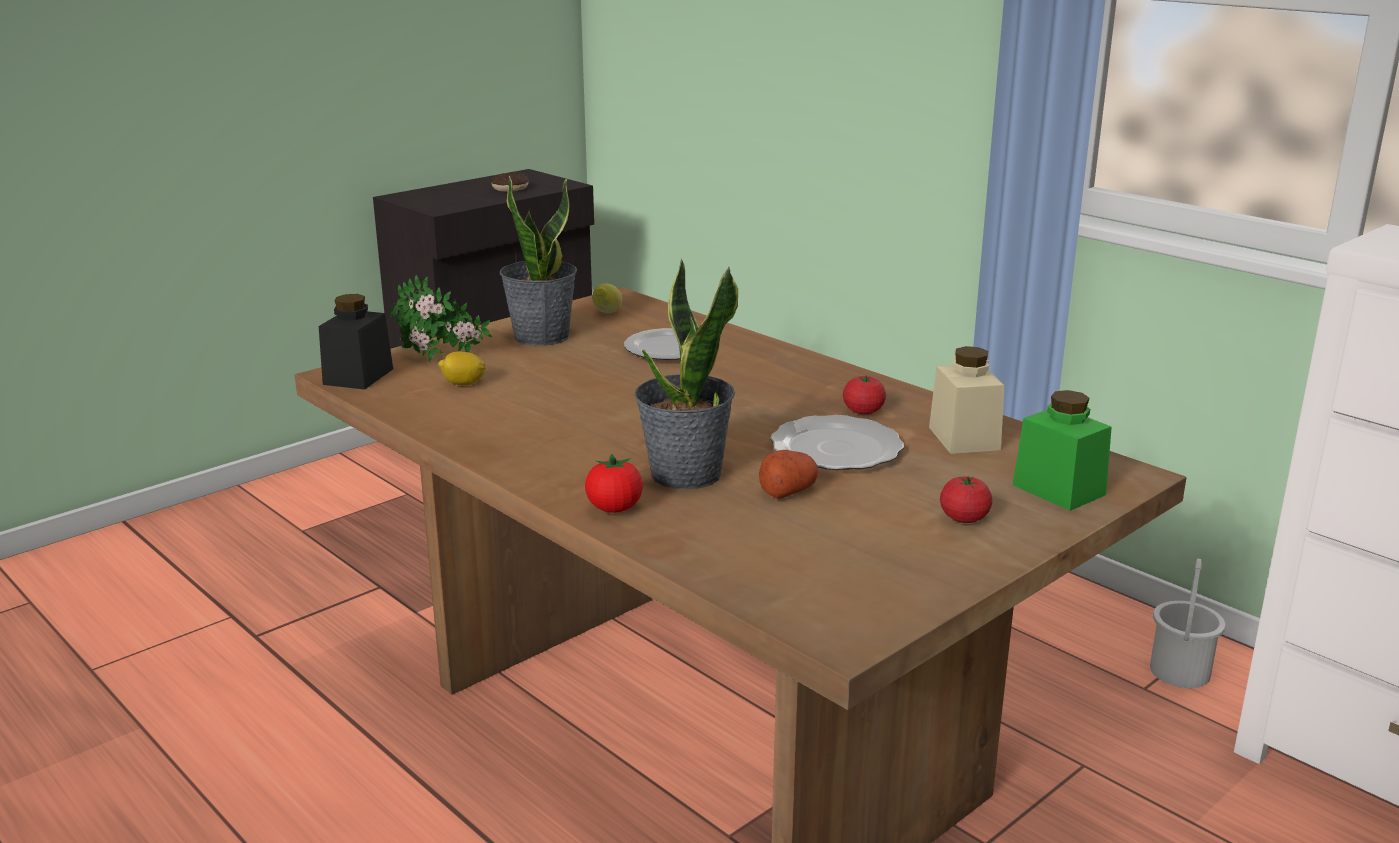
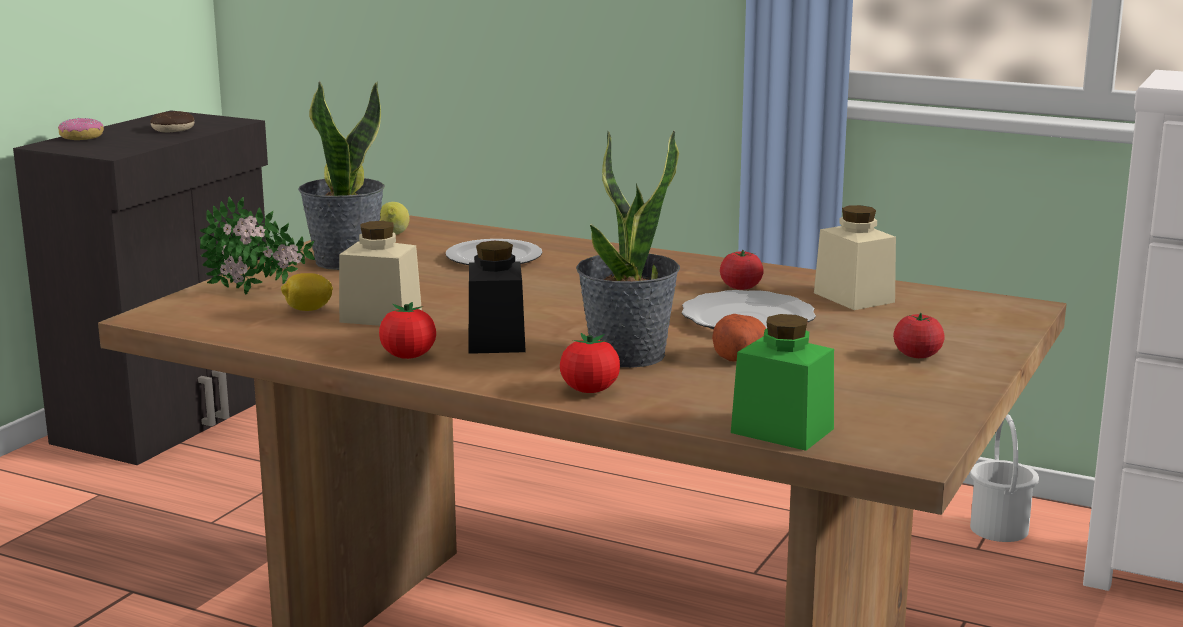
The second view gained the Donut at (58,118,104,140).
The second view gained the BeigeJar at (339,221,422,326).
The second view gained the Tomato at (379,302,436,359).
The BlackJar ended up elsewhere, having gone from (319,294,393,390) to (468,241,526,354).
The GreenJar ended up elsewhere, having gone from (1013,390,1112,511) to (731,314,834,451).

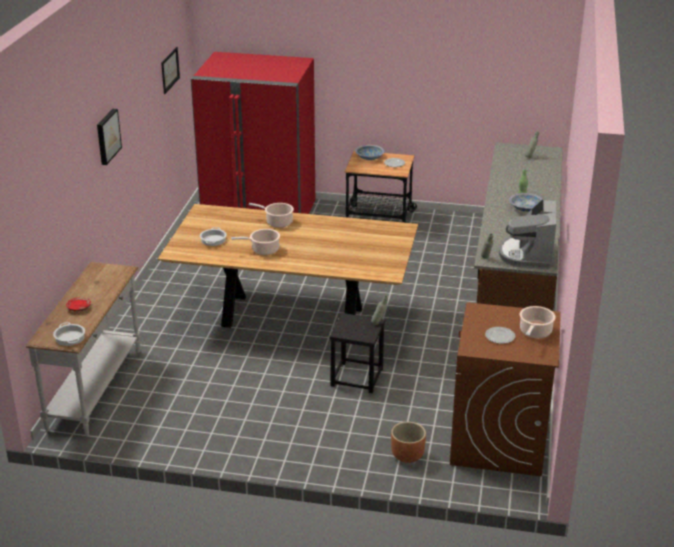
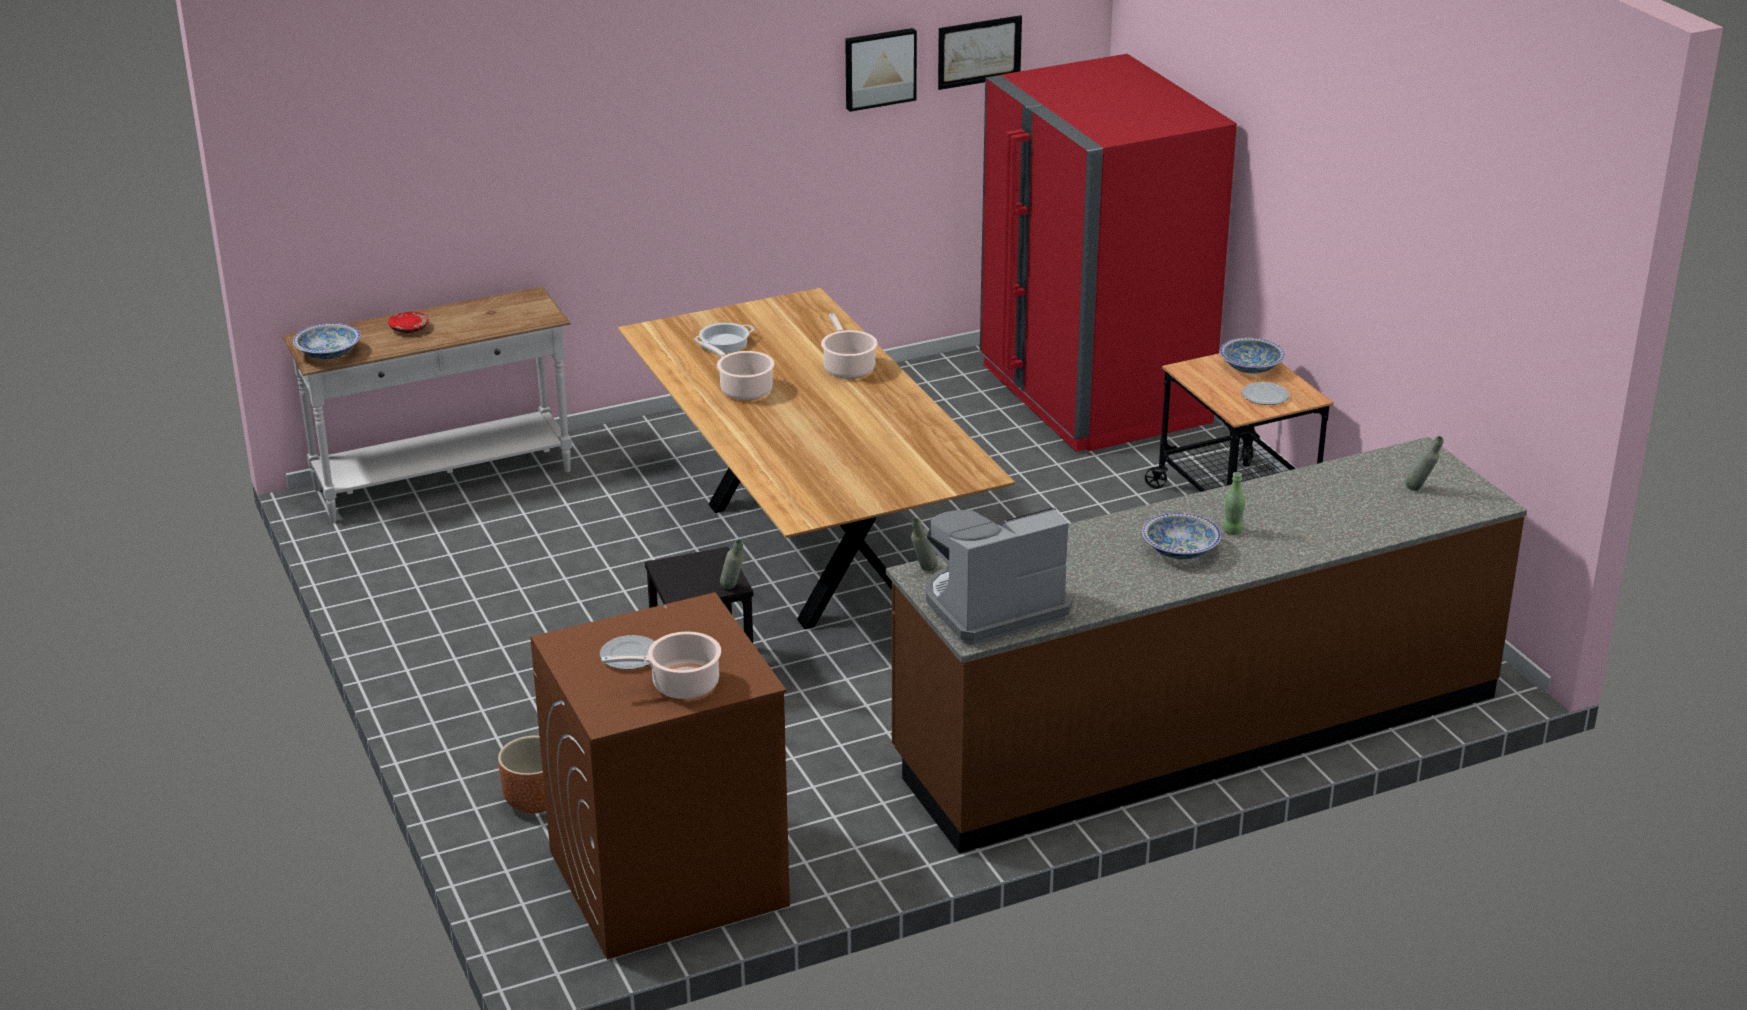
The Picture ended up elsewhere, having gone from (97,108,122,165) to (845,28,917,112).
Where the CookingPot stood at (53,322,85,346), the Bowl came to stand at (293,323,361,359).

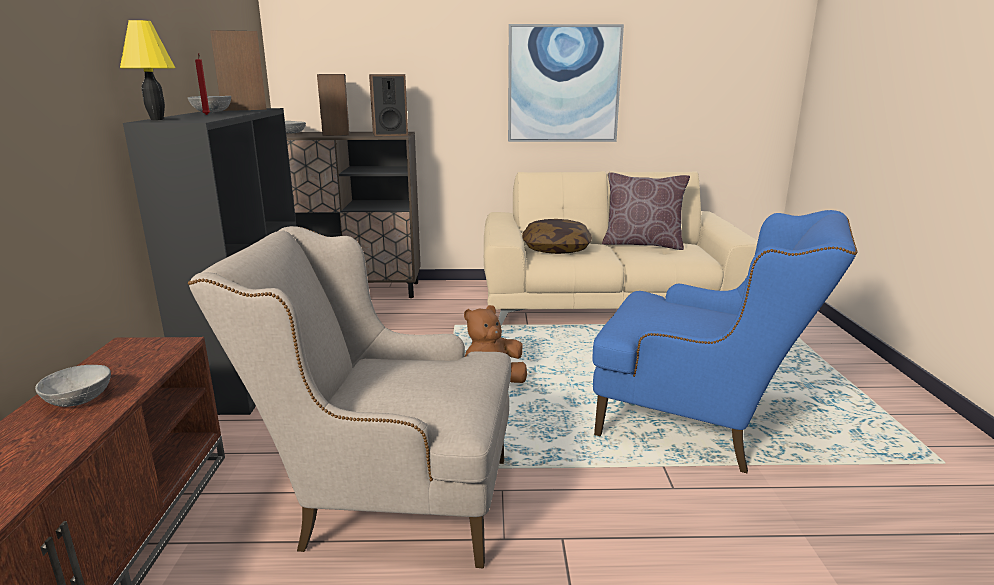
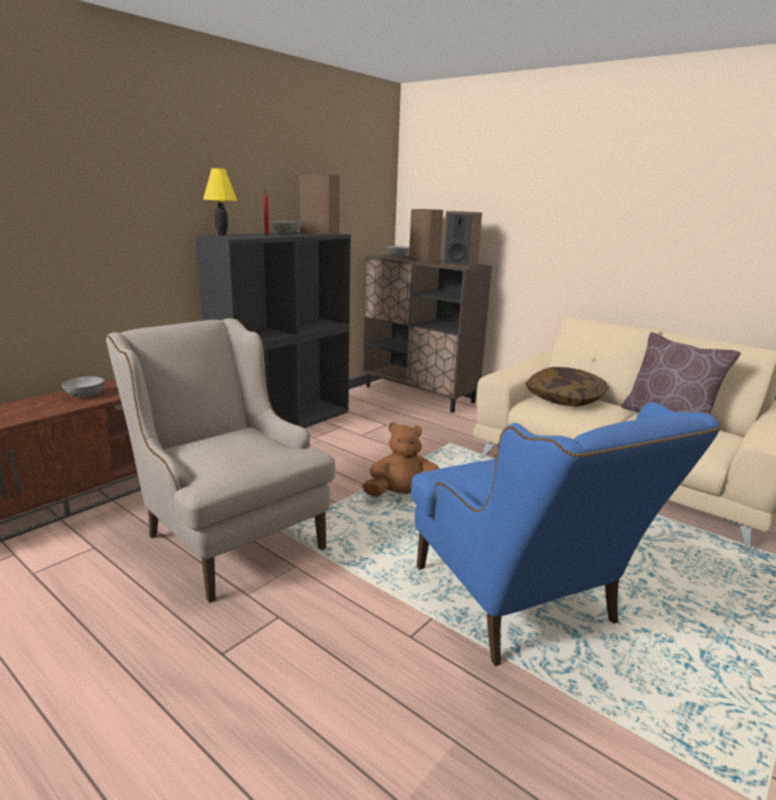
The second view lost the Picture at (508,24,624,142).

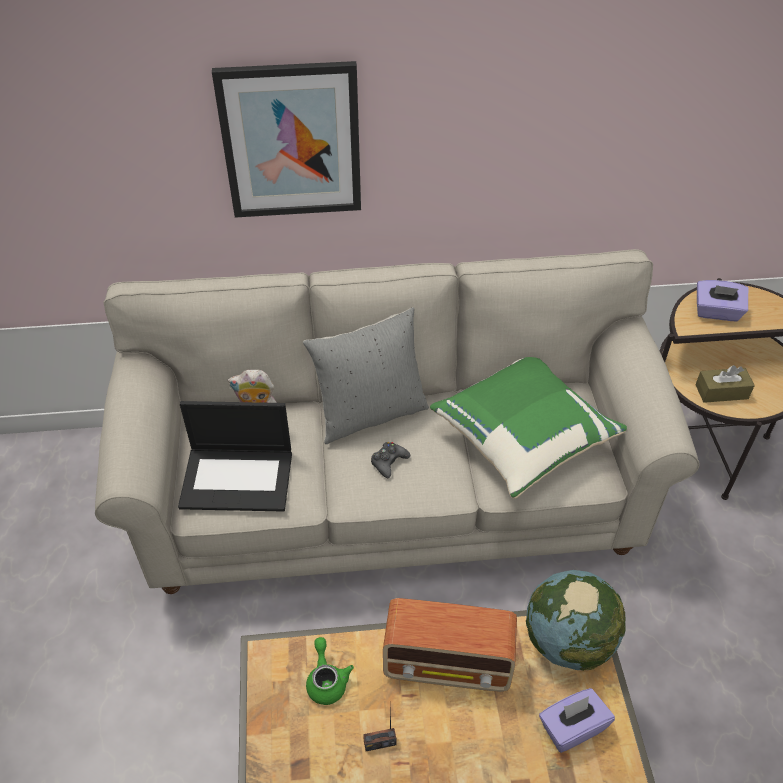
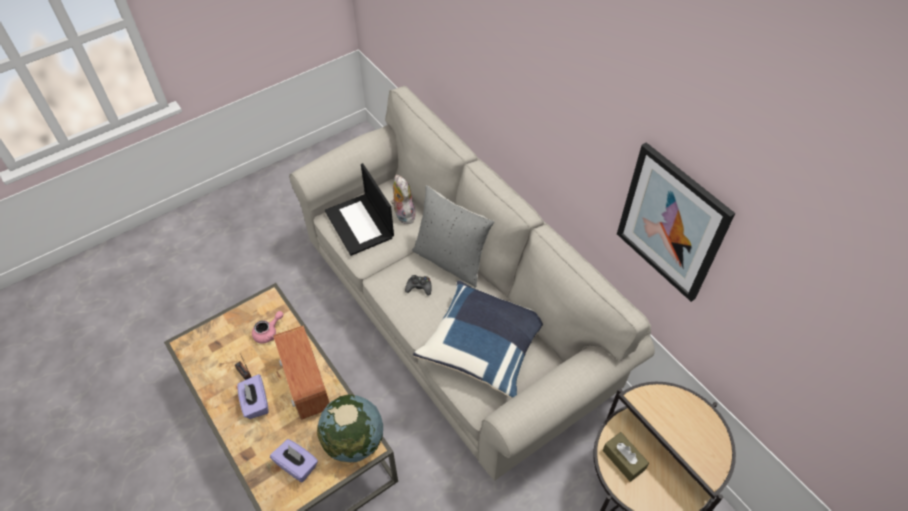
The Picture ended up elsewhere, having gone from (212,61,361,218) to (617,142,735,302).
The PurpleTissueBox ended up elsewhere, having gone from (697,280,748,321) to (238,374,269,419).
What was the GreenTeapot at (306,637,354,705) turned into the PinkTeapot at (252,311,283,343).
What was the GreenPillow at (430,357,627,499) turned into the BluePillow at (413,281,543,398).

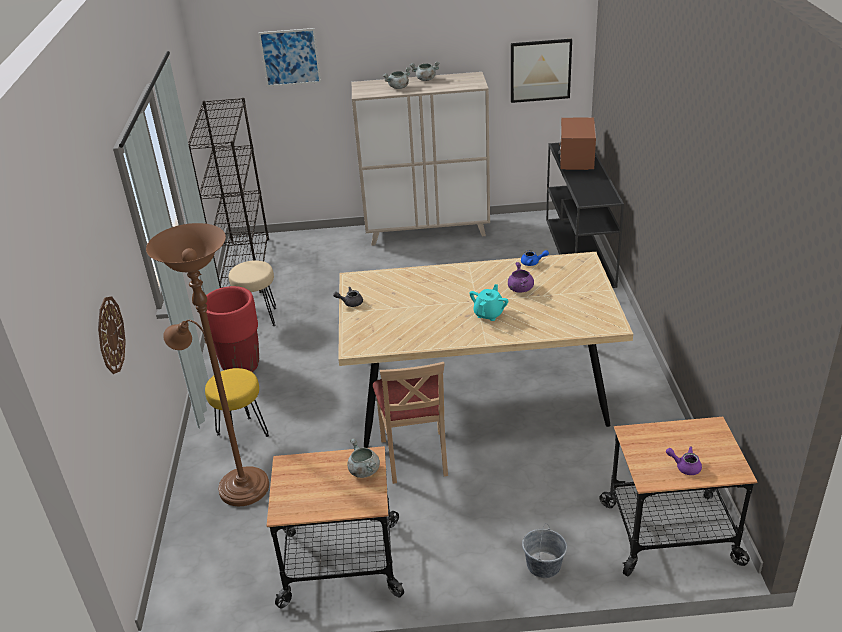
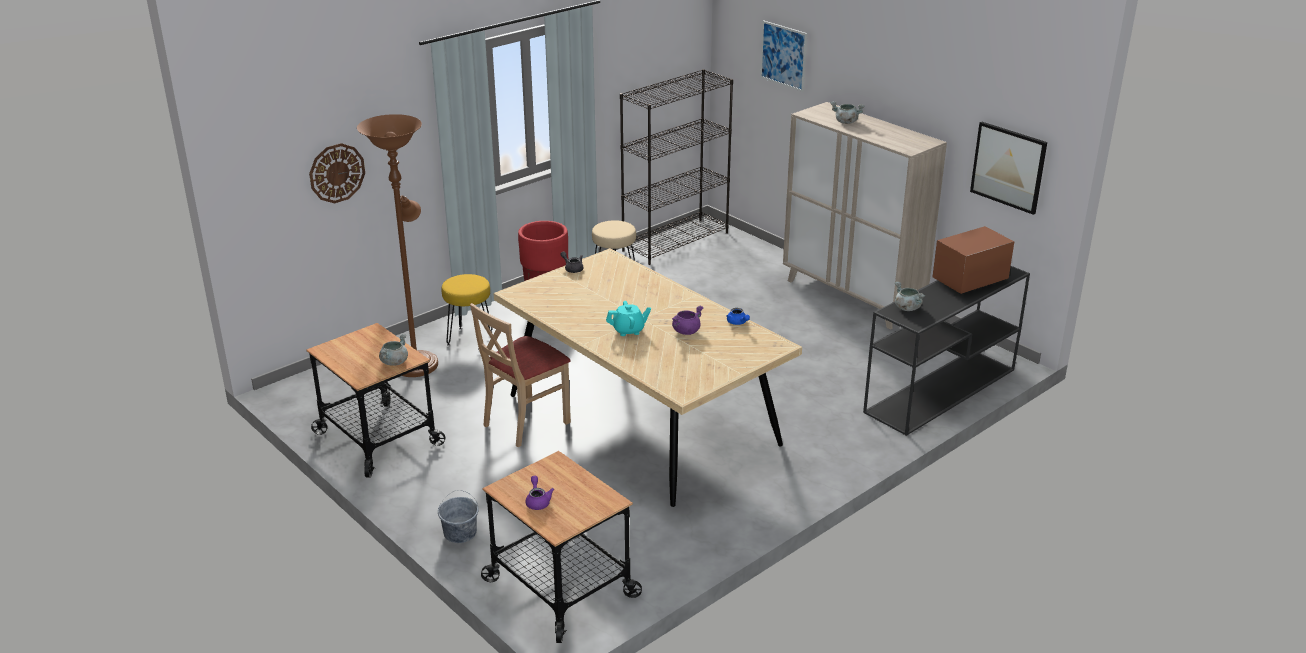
The GreyCookingPot ended up elsewhere, having gone from (410,61,440,81) to (895,282,926,311).

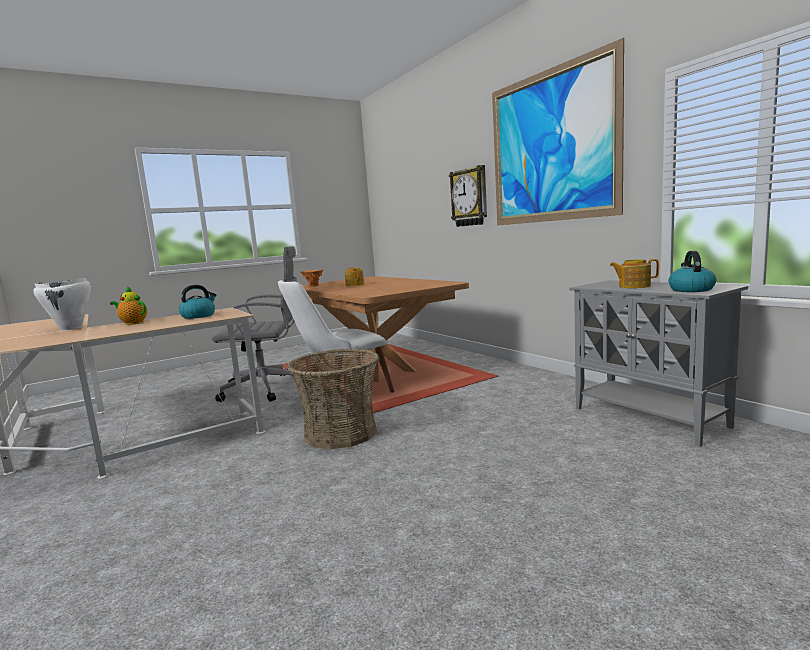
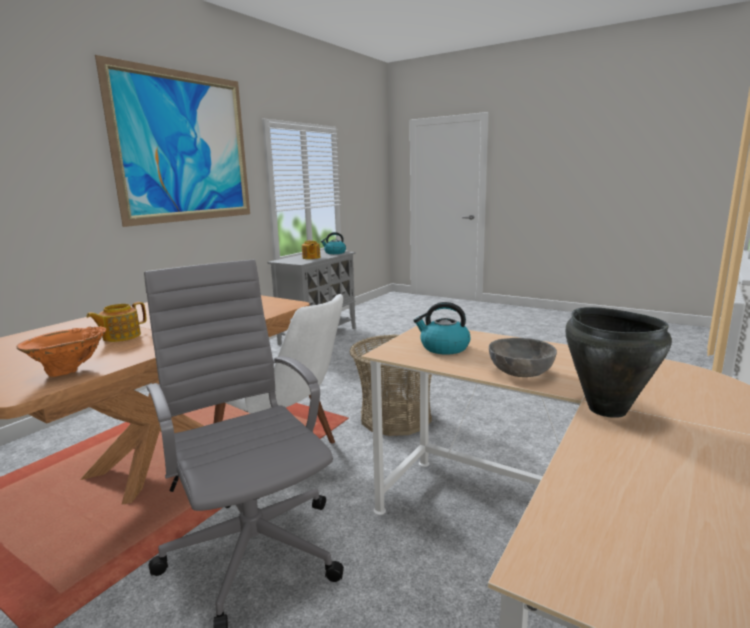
The second view lost the WallClock at (449,165,487,227).
Where the Teapot stood at (110,286,147,325), the GreyBowl came to stand at (489,338,557,377).
What was the WhiteCookingPot at (33,277,91,331) turned into the BlackCookingPot at (565,307,672,418).

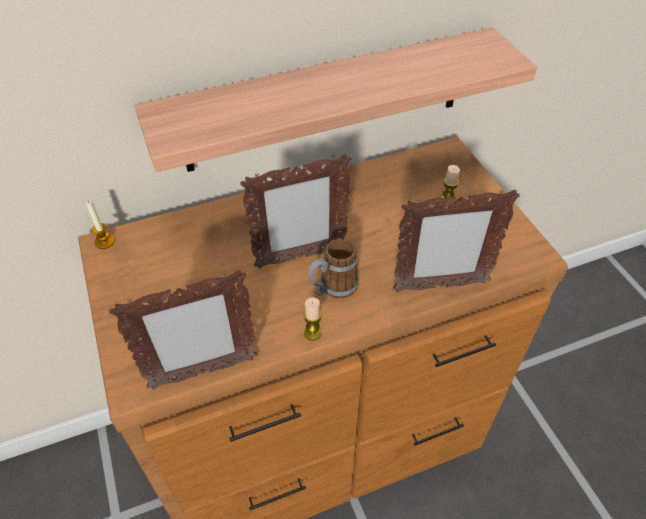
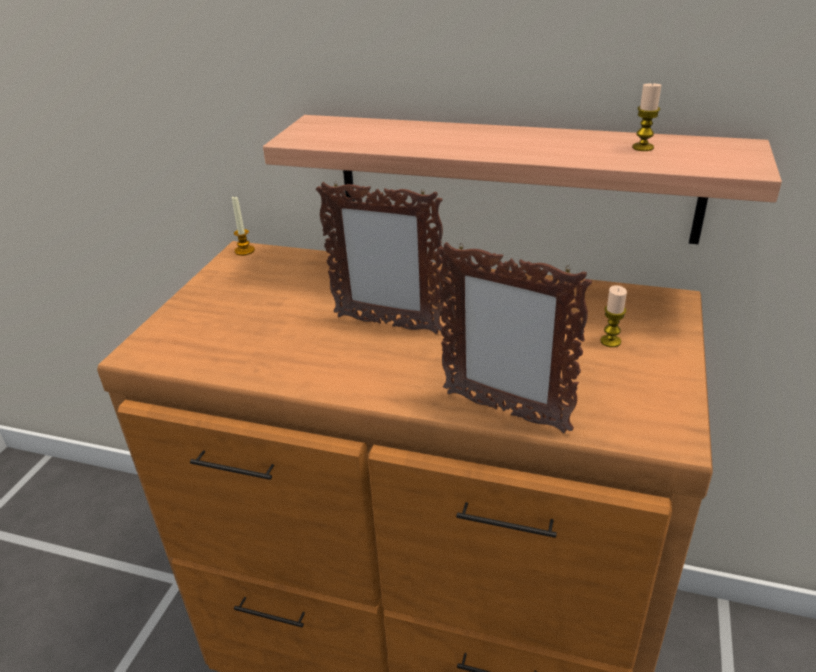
The second view lost the PictureFrame at (109,270,258,389).
The second view lost the Mug at (308,238,359,298).
The Candle ended up elsewhere, having gone from (303,297,322,340) to (632,83,662,151).

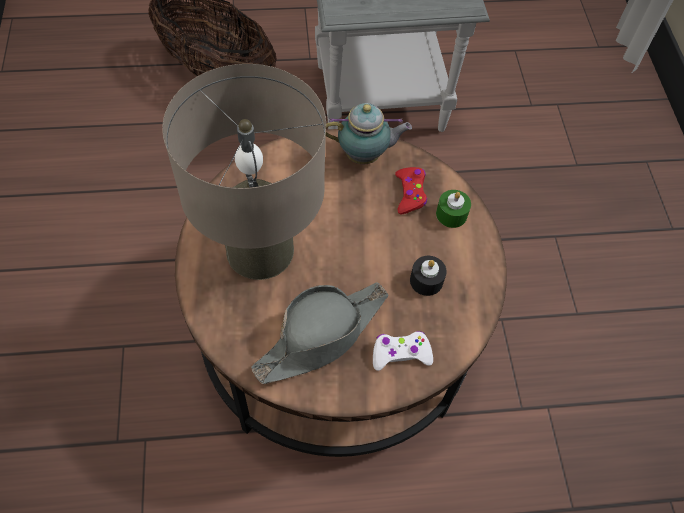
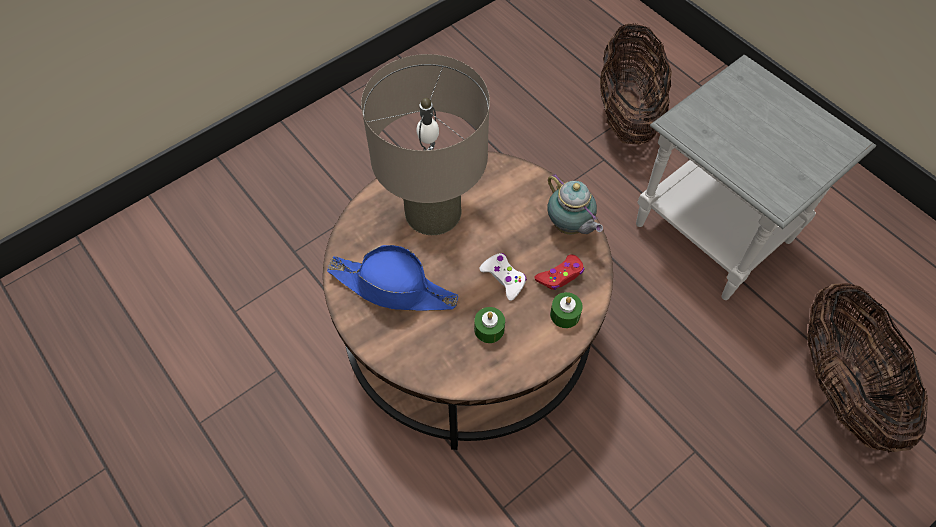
The second view gained the Basket at (807,283,928,452).
The WhiteGameController ended up elsewhere, having gone from (373,331,433,371) to (480,253,527,301).
What was the GreyHat at (251,282,388,384) turned into the BlueHat at (327,245,458,311).
What was the BlackCandle at (410,256,447,296) turned into the GreenCandle at (474,307,505,343).

